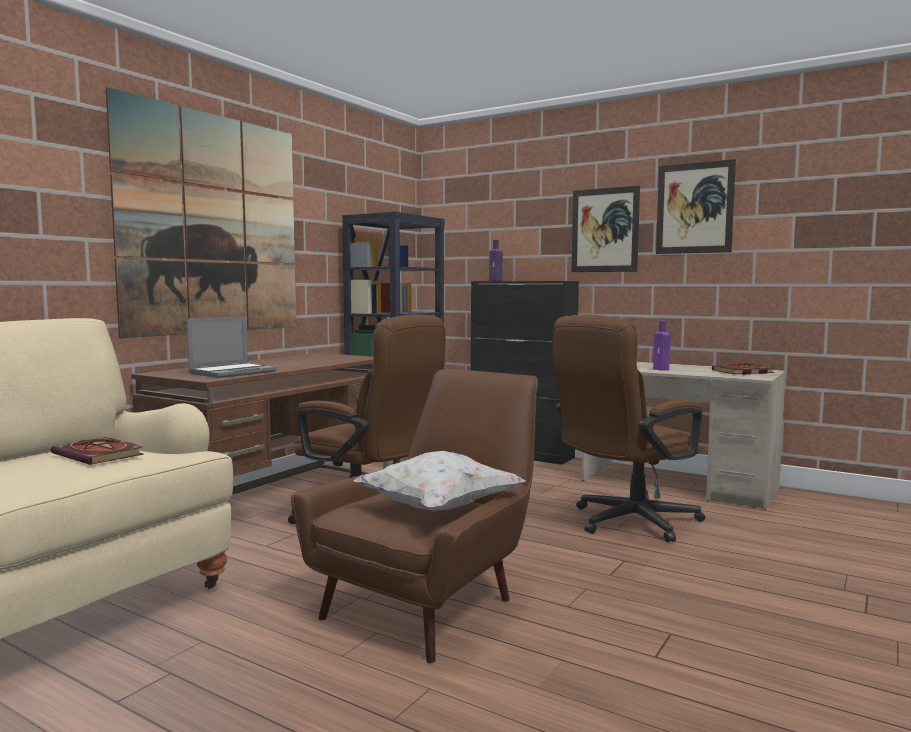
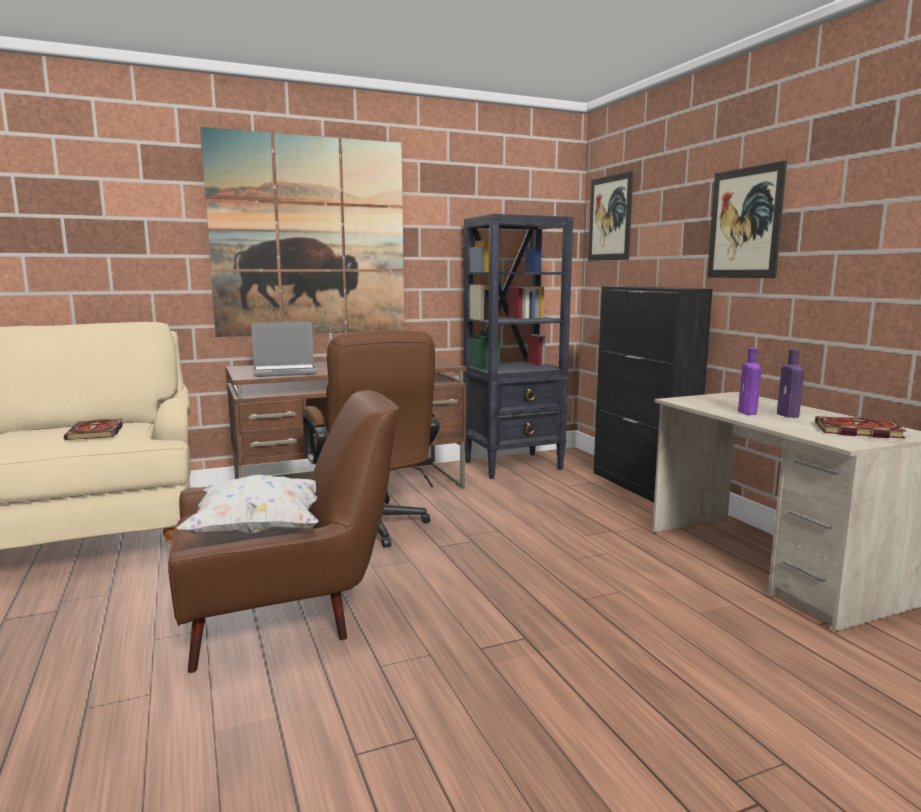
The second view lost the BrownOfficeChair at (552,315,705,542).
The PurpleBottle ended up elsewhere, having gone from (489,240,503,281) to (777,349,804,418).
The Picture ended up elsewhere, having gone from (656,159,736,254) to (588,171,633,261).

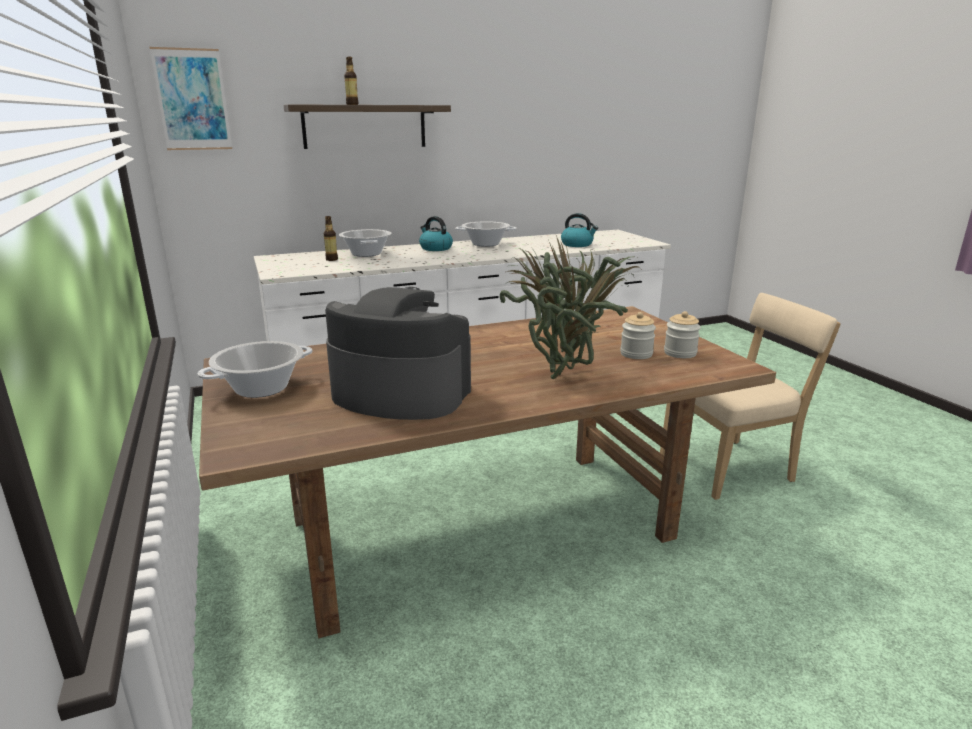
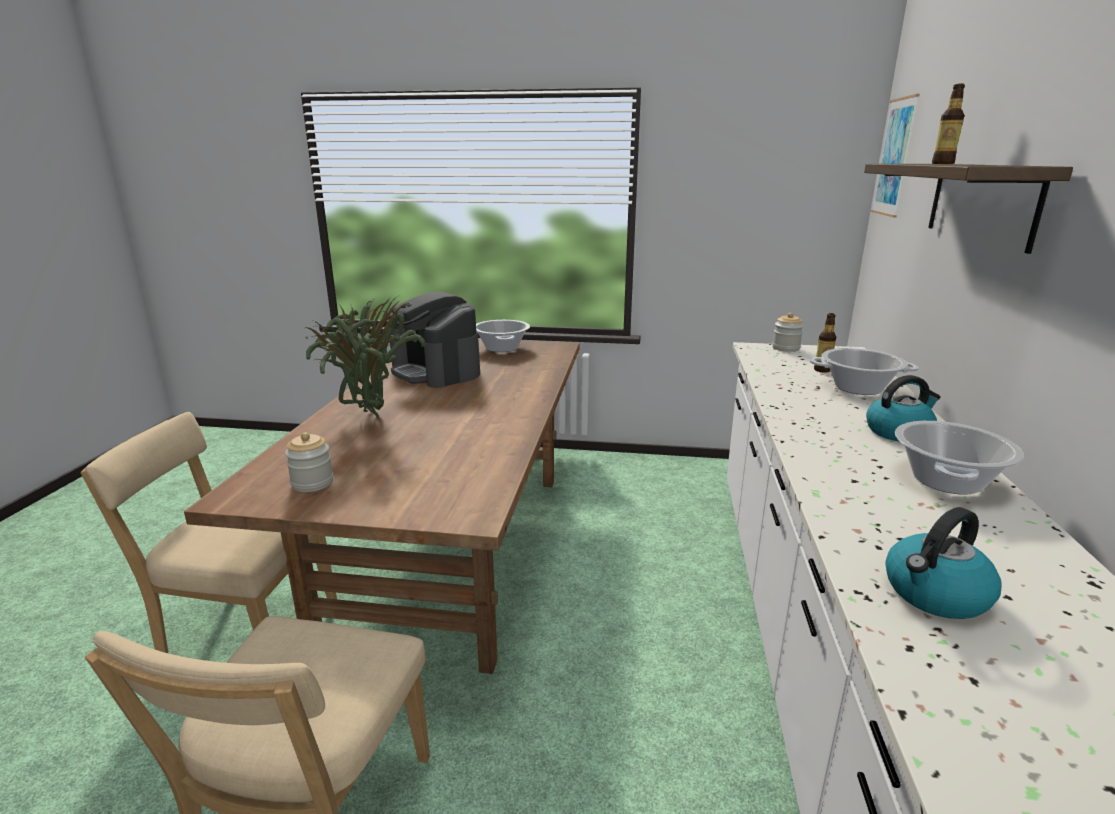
The second view gained the BeigeChair at (80,412,337,653).
The Jar ended up elsewhere, having gone from (620,312,656,359) to (772,313,803,352).
The CoffeeMachine at (325,287,471,420) ended up facing another way, 90 degrees clockwise from before.

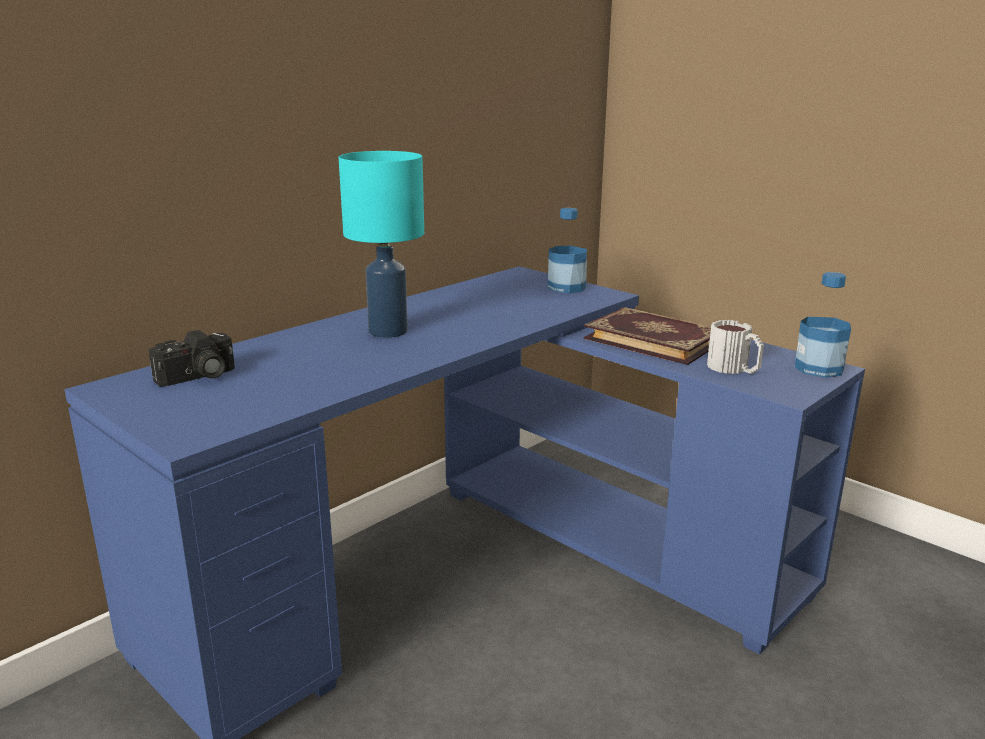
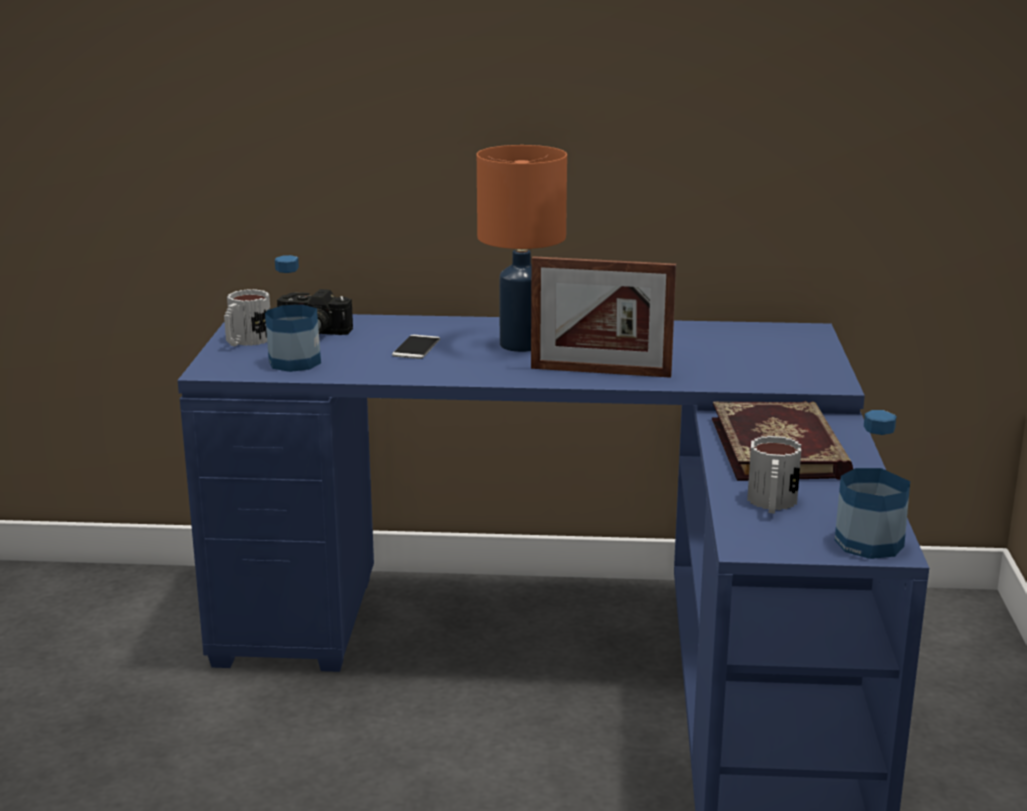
The second view gained the Mug at (224,289,270,346).
The second view gained the Phone at (392,335,440,359).
The second view gained the PictureFrame at (531,256,676,378).
The Bottle ended up elsewhere, having gone from (548,208,587,293) to (265,255,321,372).
What was the TurquoiseTableLamp at (339,151,424,338) turned into the OrangeTableLamp at (477,145,567,352).

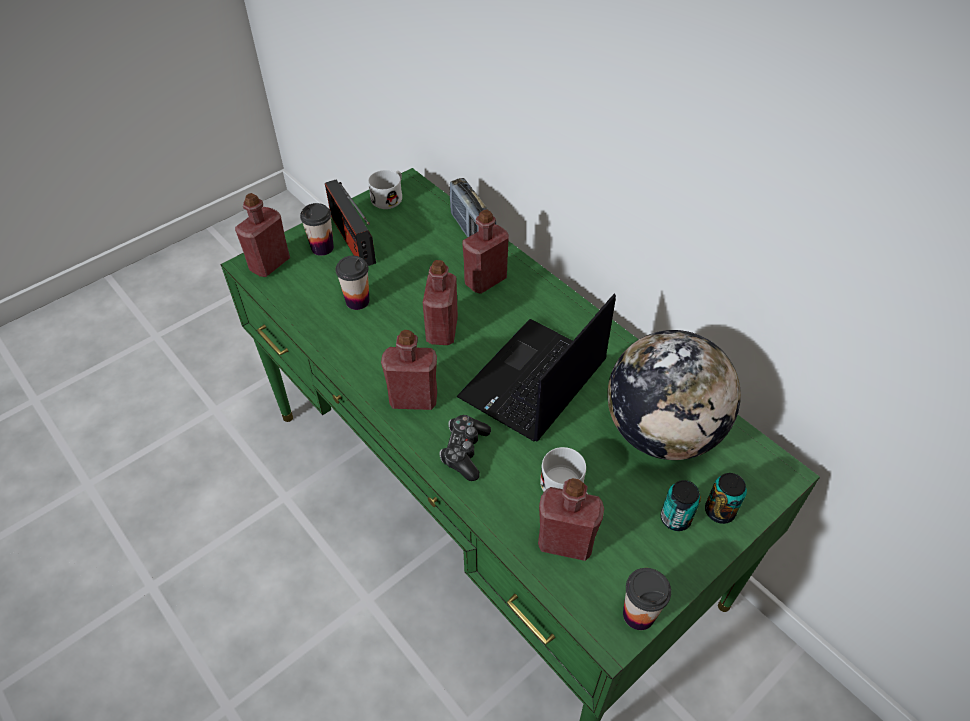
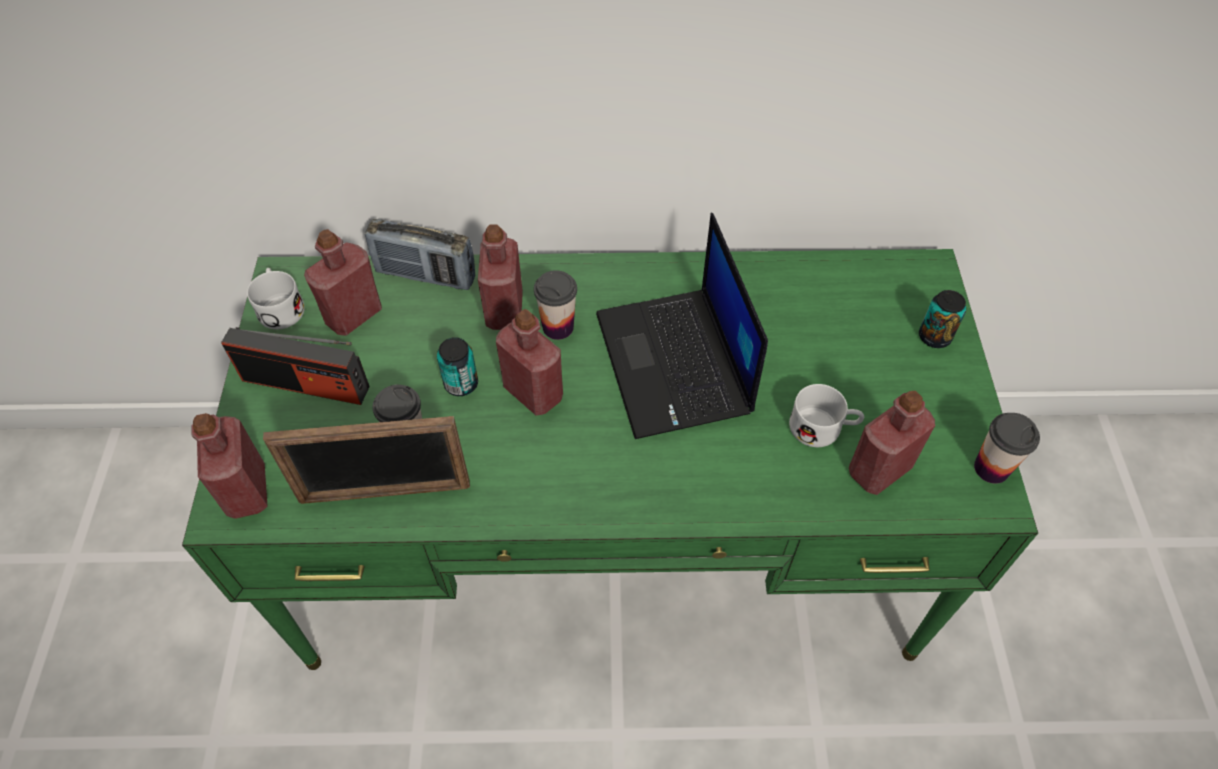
The second view lost the GameController at (439,415,491,481).
The second view lost the Globe at (607,330,741,460).
The second view gained the PictureFrame at (263,416,470,504).
The Cup ended up elsewhere, having gone from (300,203,334,256) to (534,270,577,340).
The RedBottle ended up elsewhere, having gone from (381,330,437,410) to (304,229,382,336).
The Can ended up elsewhere, having gone from (661,480,701,531) to (437,337,478,396).

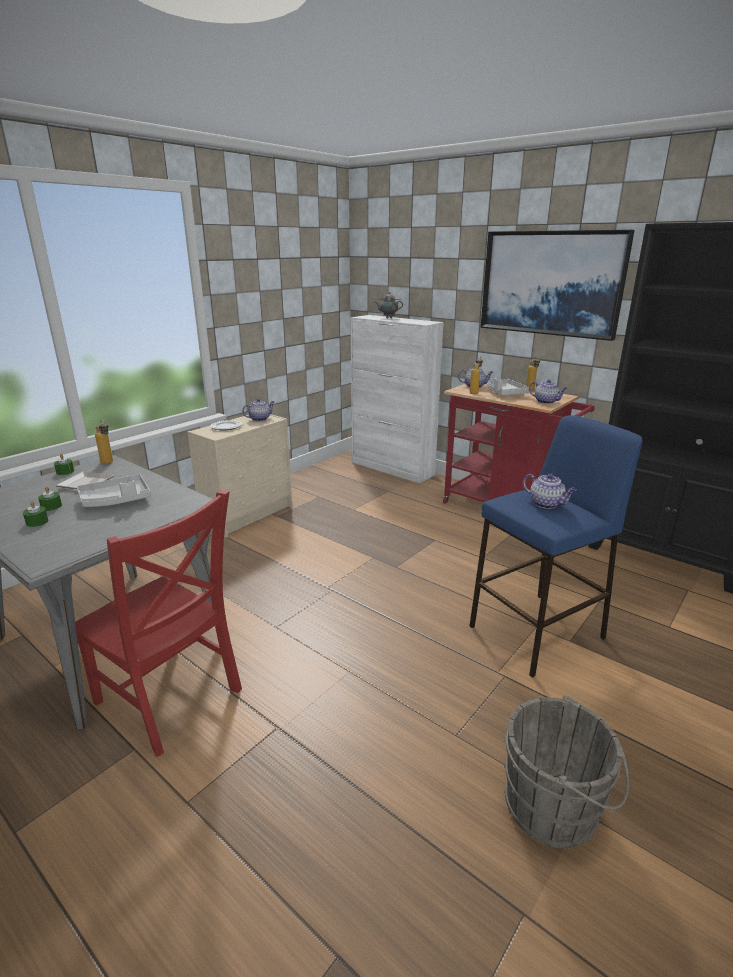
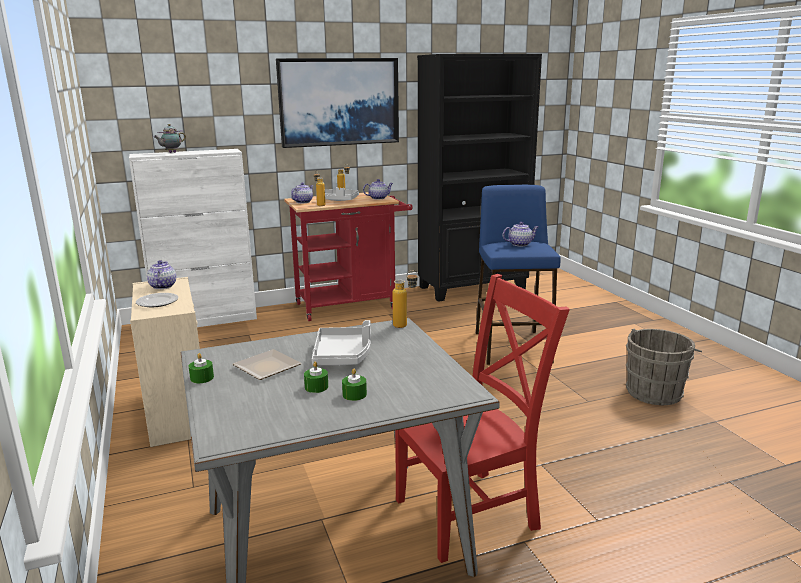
The Bottle ended up elsewhere, having gone from (95,420,113,464) to (392,270,418,328).

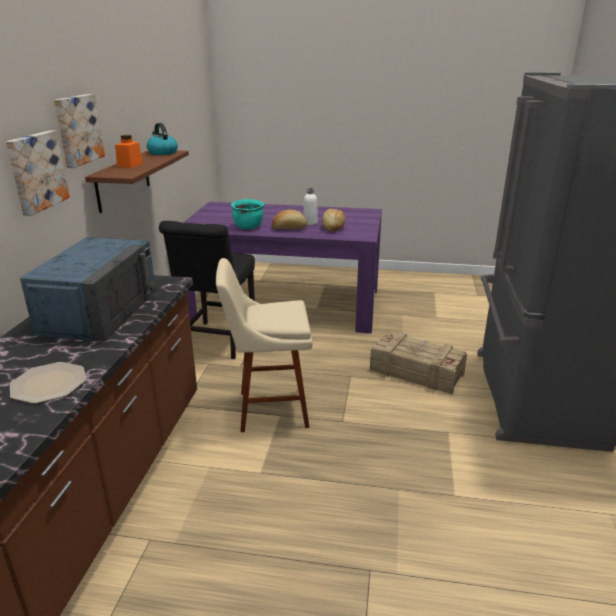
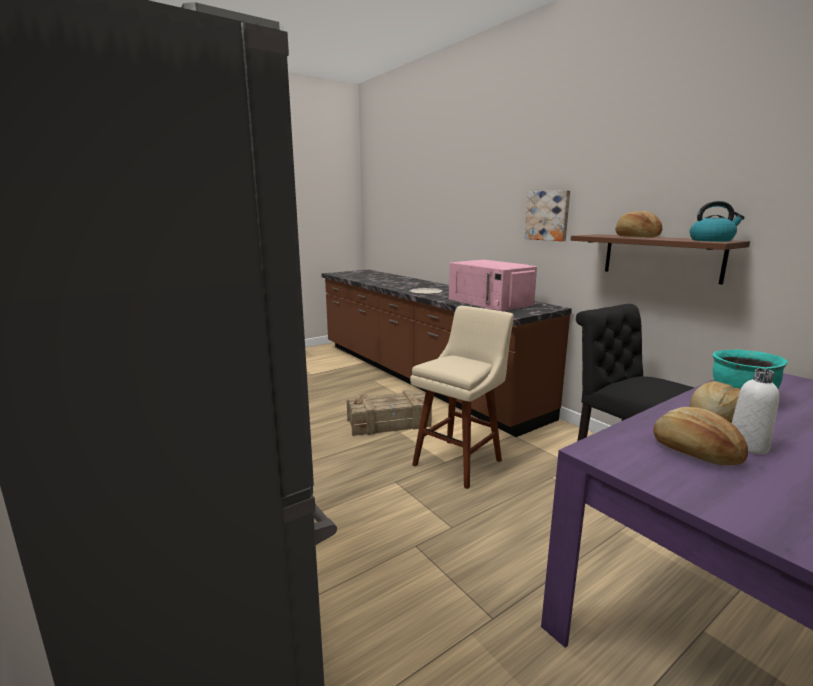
The second view lost the Picture at (54,94,105,168).
The Crate ended up elsewhere, having gone from (370,332,467,395) to (347,390,432,436).
Where the OrangeJar stood at (115,135,143,168), the Bread came to stand at (615,211,662,237).
What was the BlueMicrowave at (20,237,156,342) turned into the PinkMicrowave at (449,260,537,311).

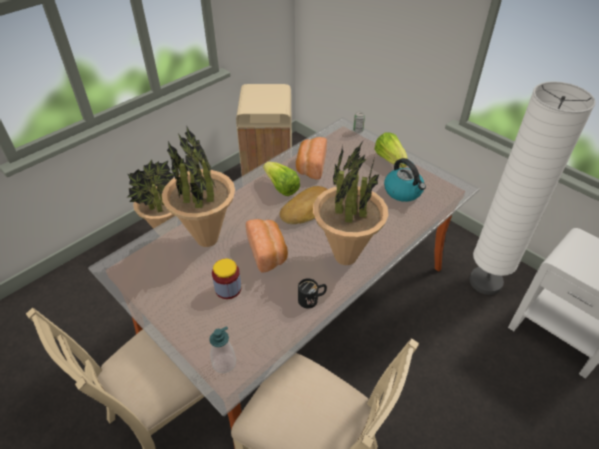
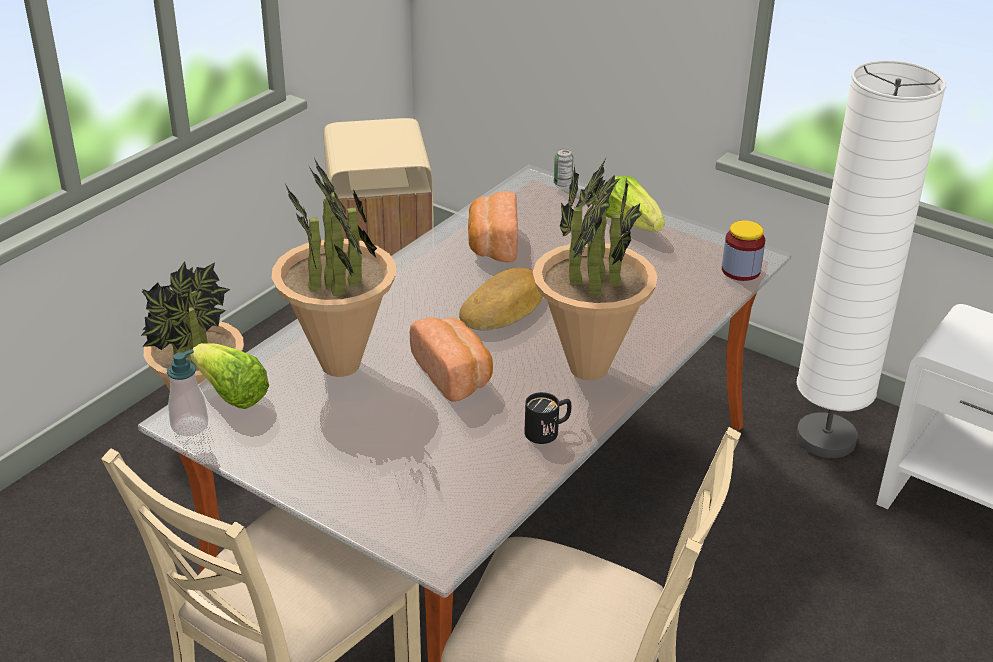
The second view lost the Kettle at (384,158,426,202).
The SoapDispenser ended up elsewhere, having gone from (209,326,236,373) to (167,349,208,436).
The Jar ended up elsewhere, having gone from (212,259,241,299) to (722,220,765,281).
The Lettuce ended up elsewhere, having gone from (263,162,300,196) to (190,343,269,409).

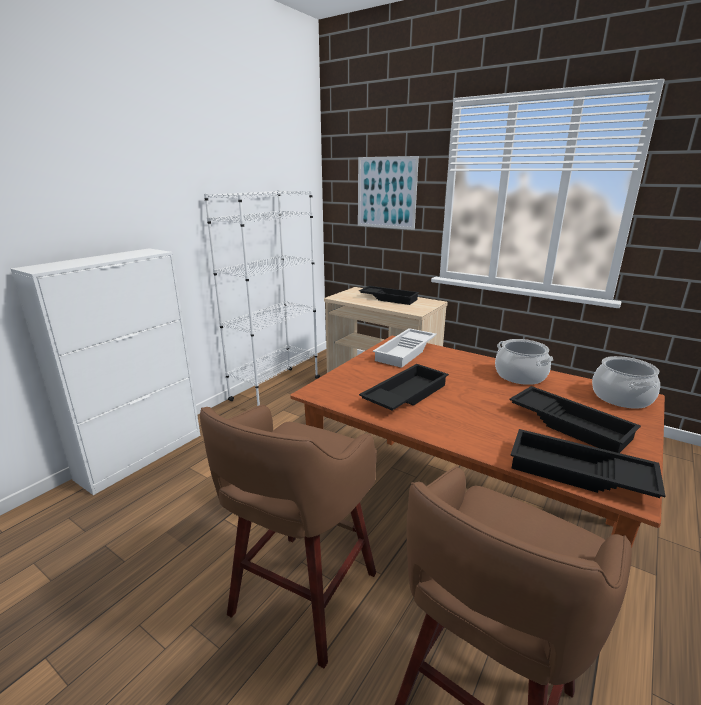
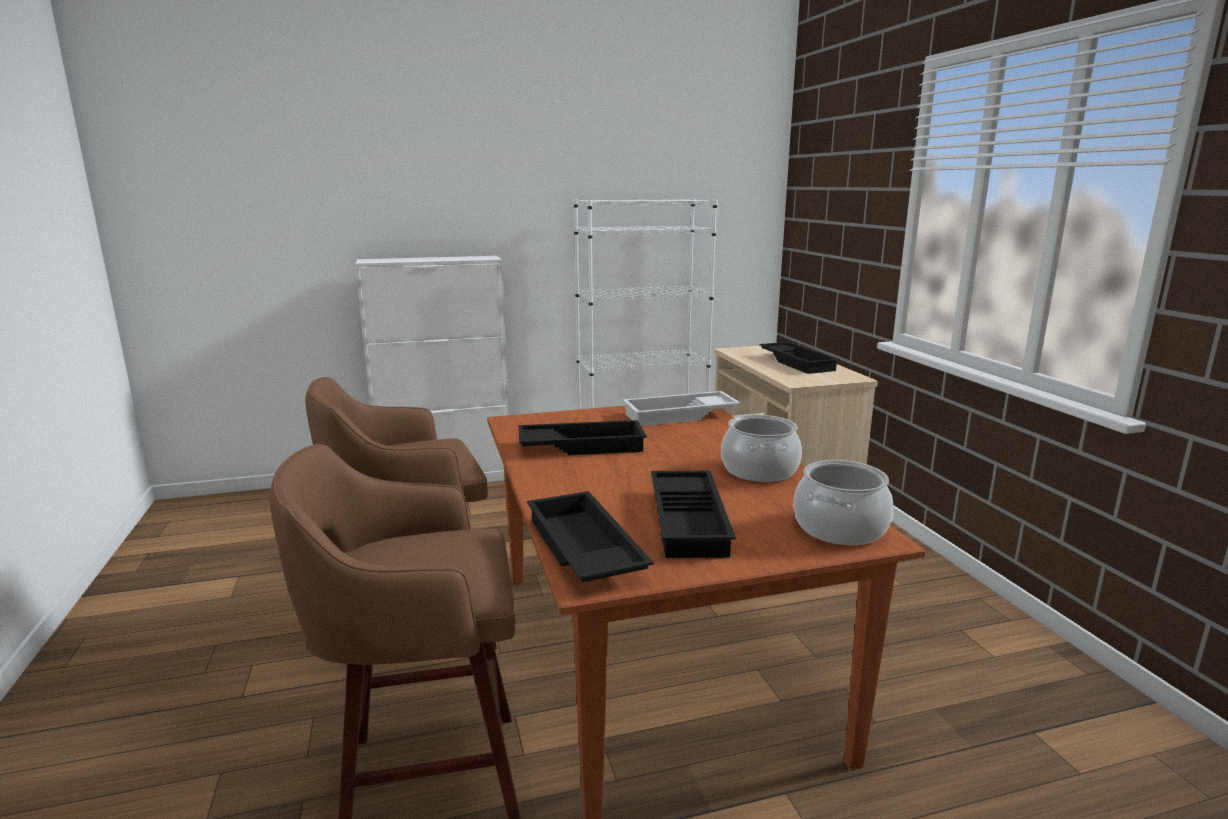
The second view lost the Picture at (358,156,419,230).

